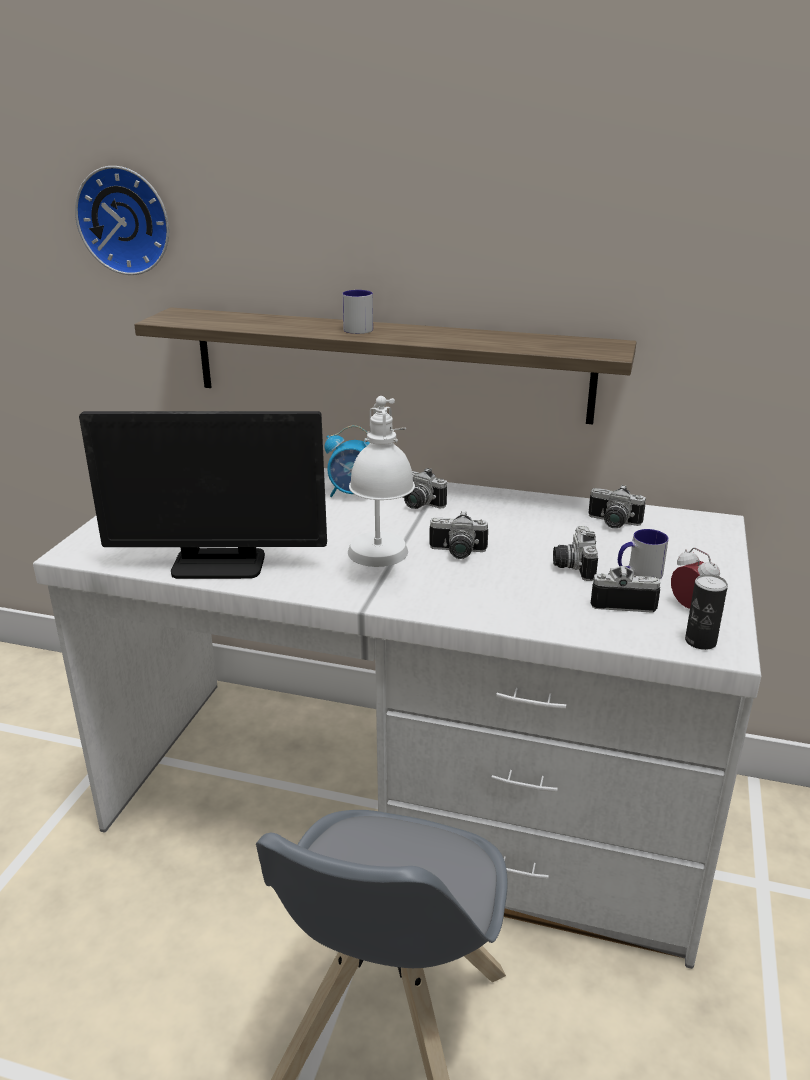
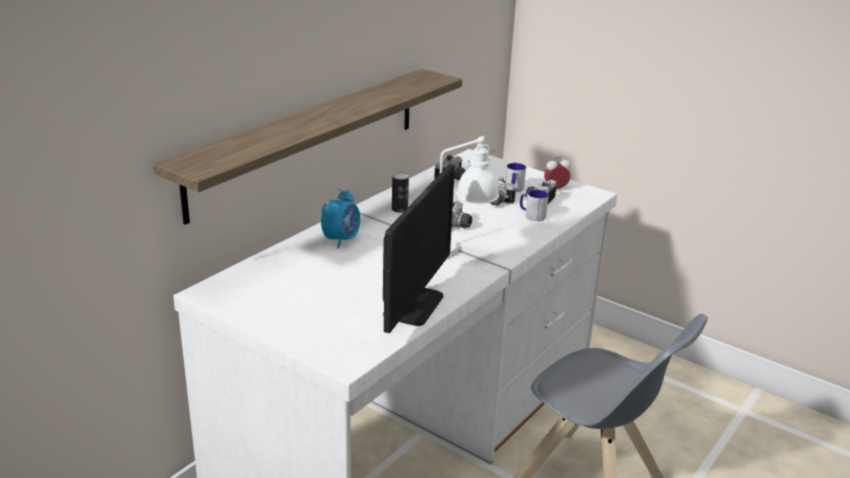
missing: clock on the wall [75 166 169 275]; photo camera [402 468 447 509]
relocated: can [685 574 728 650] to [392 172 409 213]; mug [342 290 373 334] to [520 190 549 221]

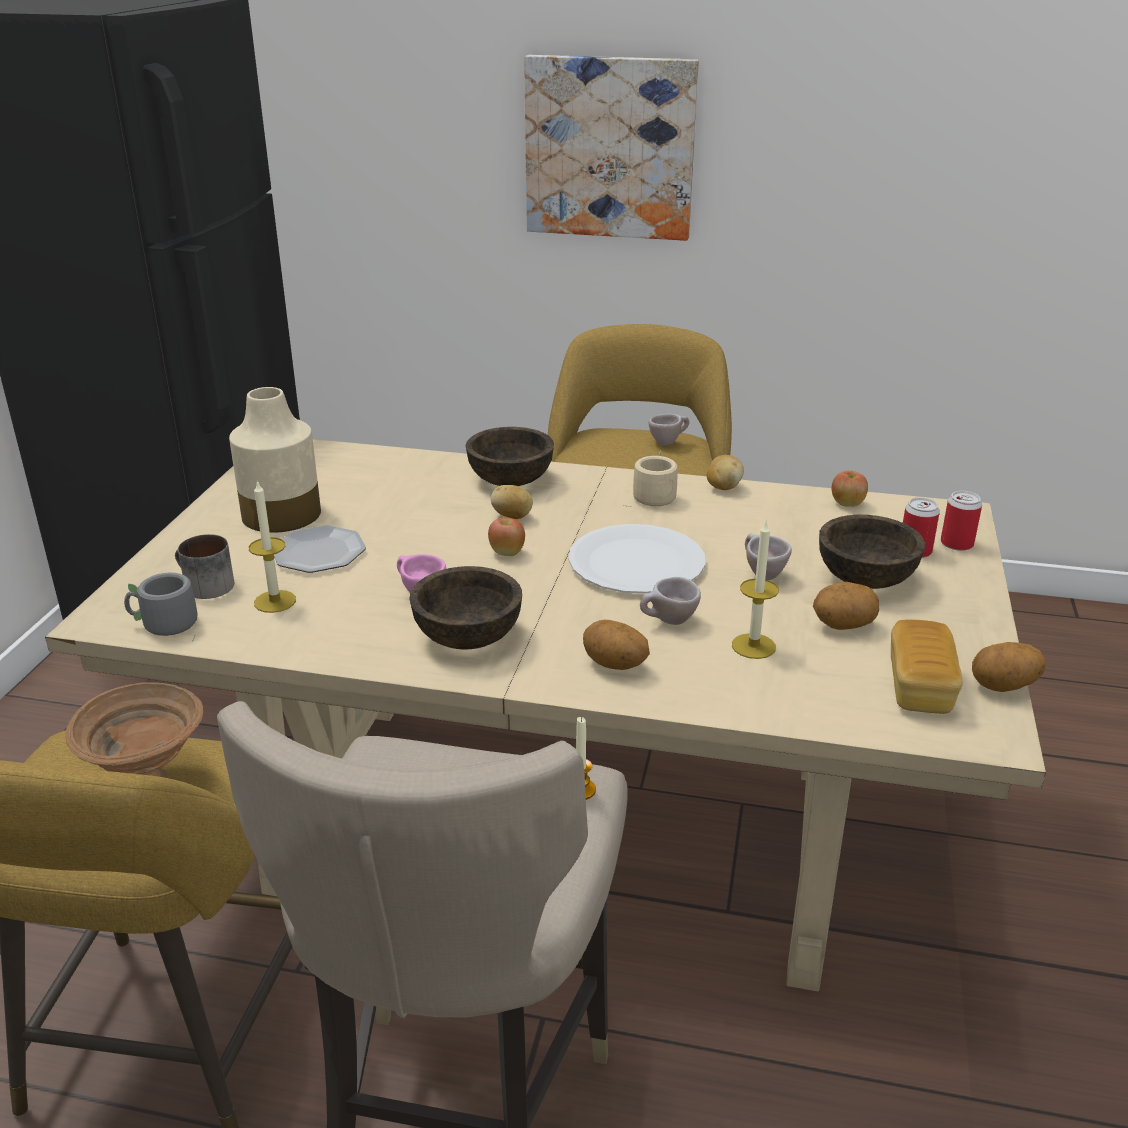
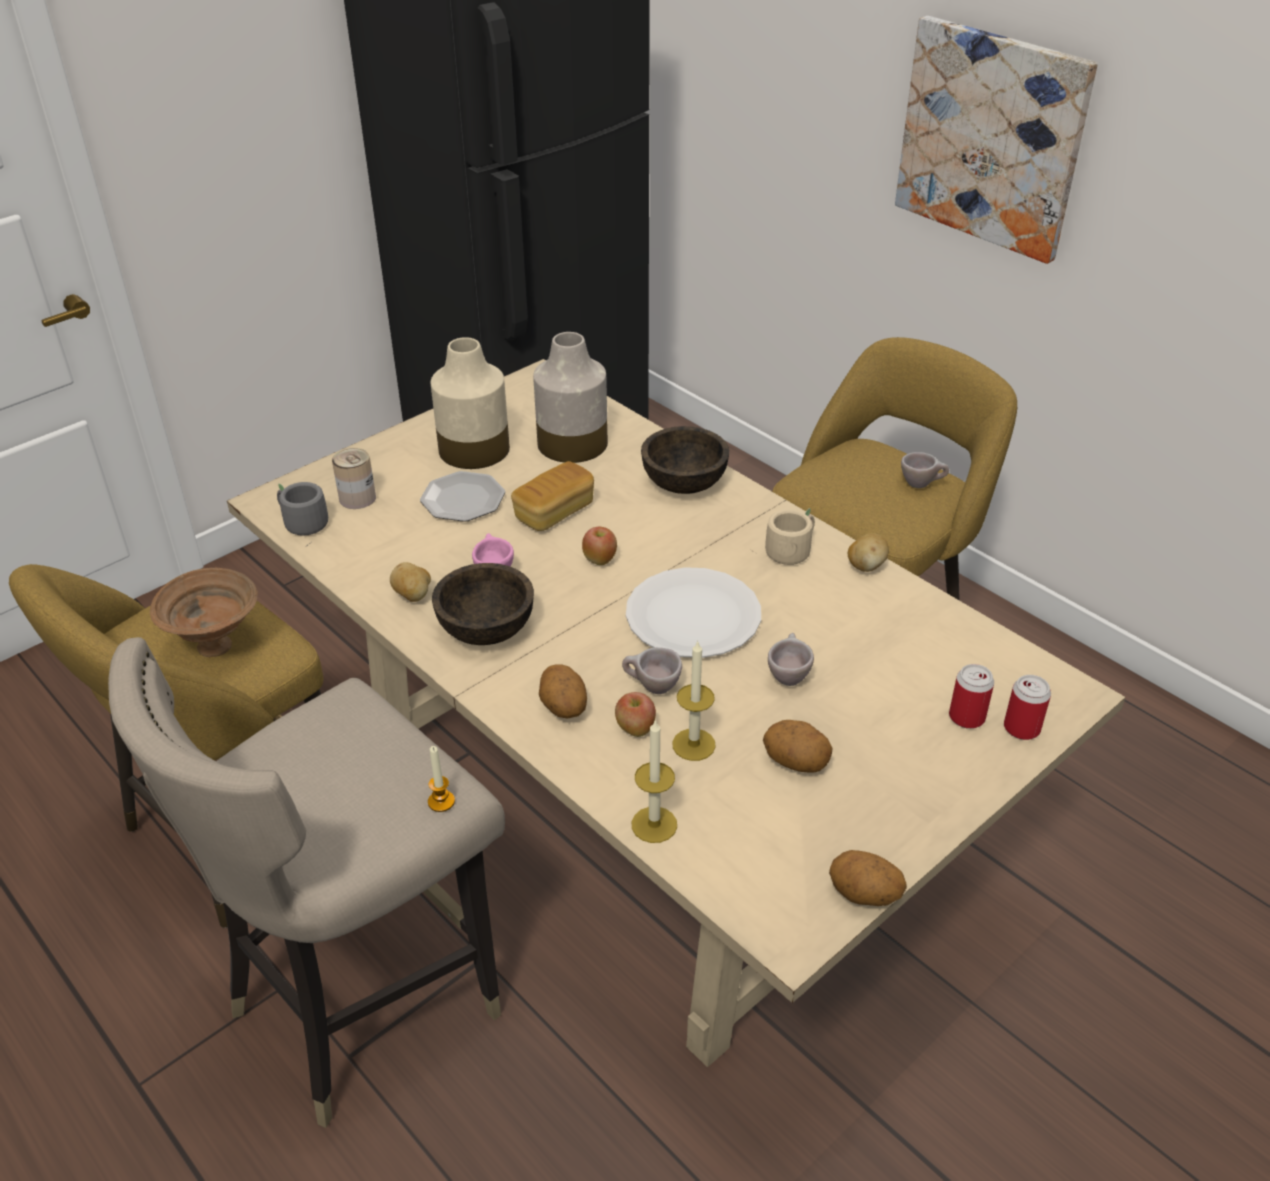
missing: brown-coloured serving bowl [819 515 925 589]
appeared: sand-coloured vase [533 332 608 463]
relocated: potato [491 485 533 519] to [390 562 431 602]; bakery bread [891 619 963 714] to [511 461 594 531]; whole apple [831 470 868 507] to [615 692 656 737]; candle [249 480 296 613] to [632 719 677 843]
exchanged: mug [175 534 234 599] to can [332 448 376 509]

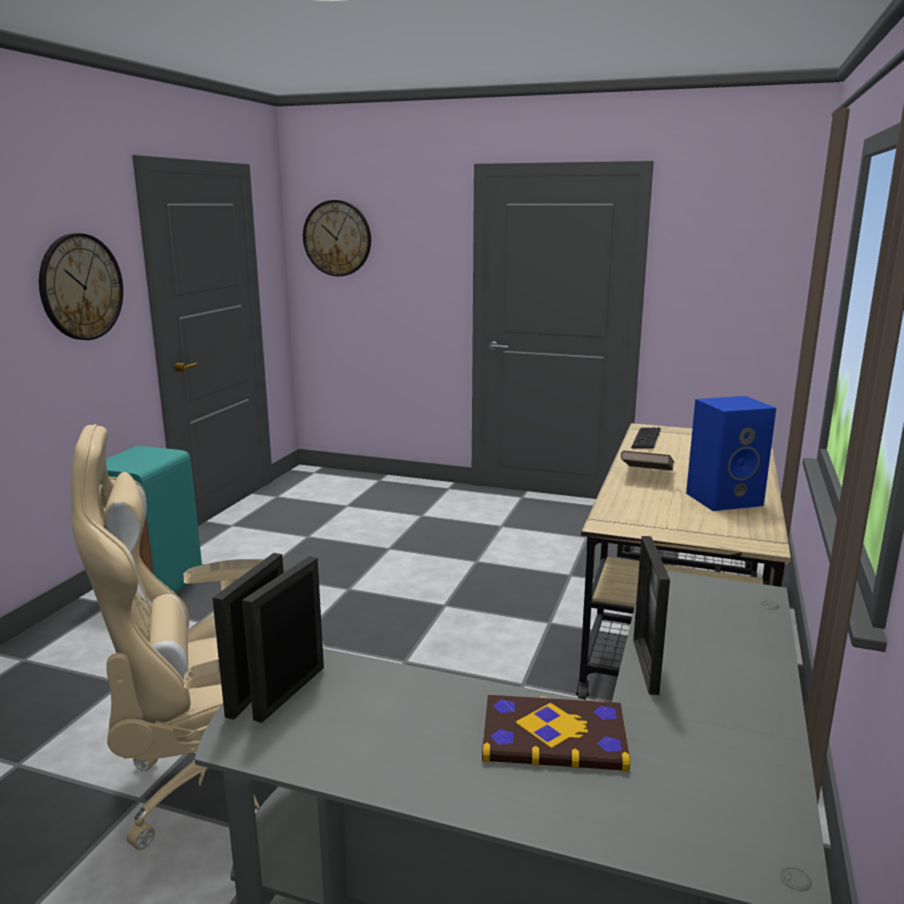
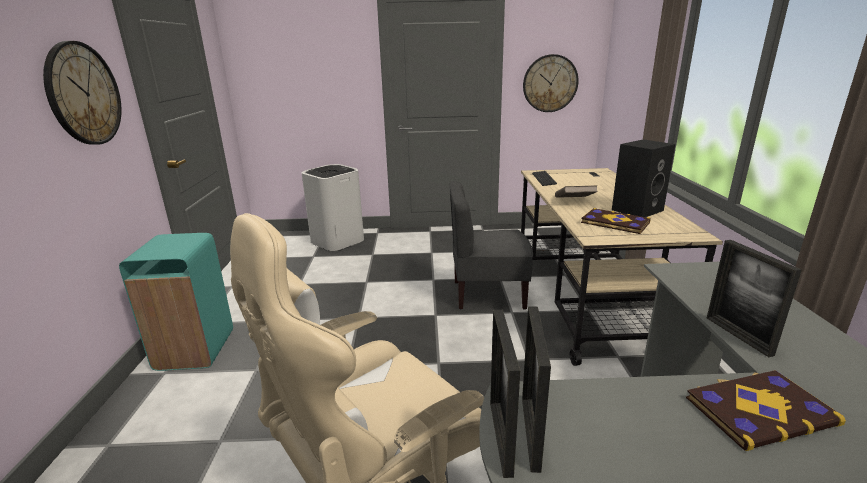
appeared: white-coloured trash can [302 164 364 251]; gray chair [450 181 533 310]; bound book [581 208 651 234]
relocated: clock on the wall [303 200 371 276] to [523 54 579 112]
colour: bluish loudspeaker [686 396 776 511] to black loudspeaker [612 139 675 217]

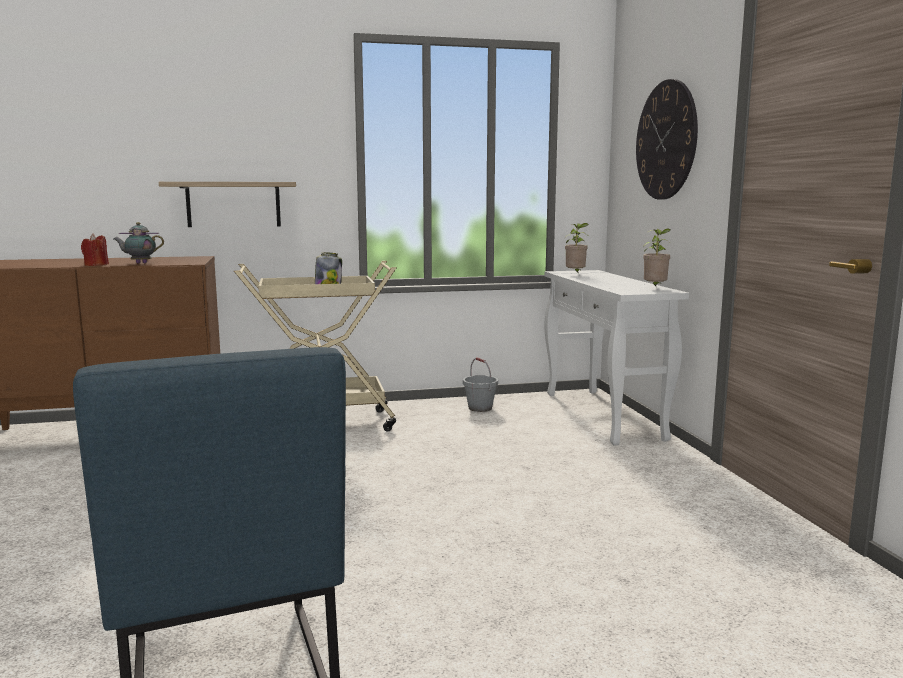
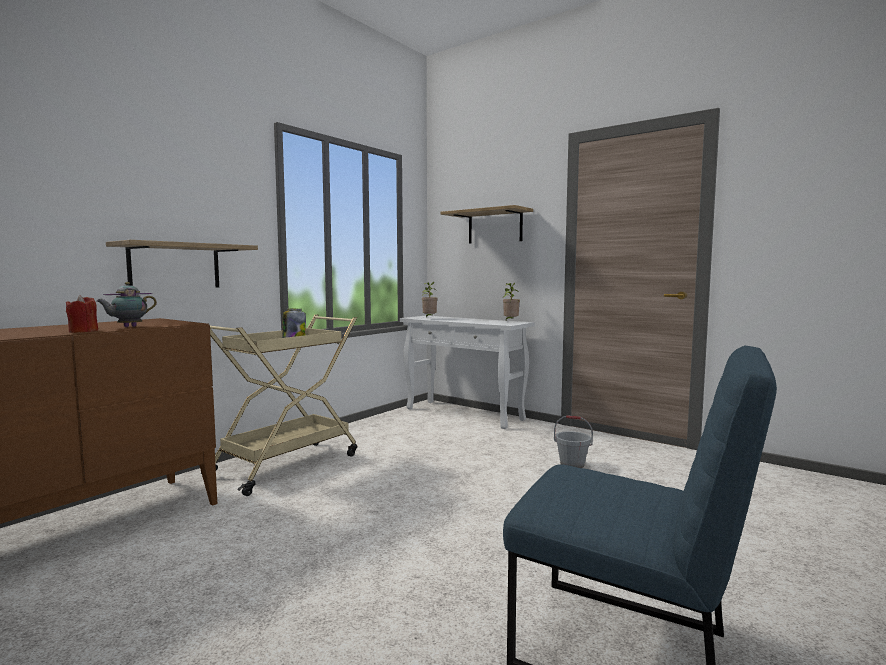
relocated: gray bucket [463 357 498 412] to [554 415 593 468]
exchanged: clock on the wall [636 79 698 200] to shelf [440 205 533 243]

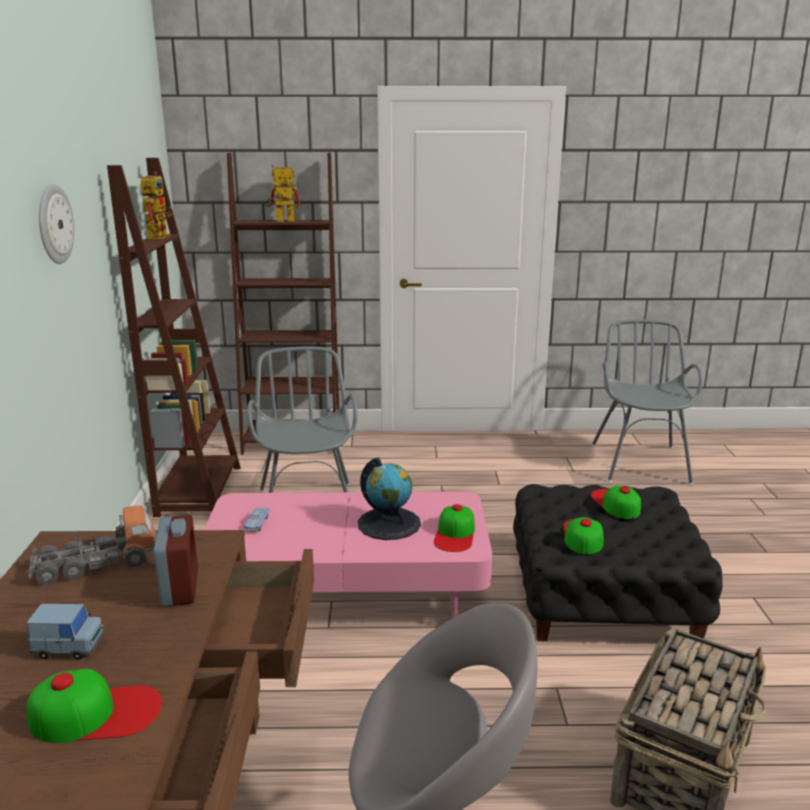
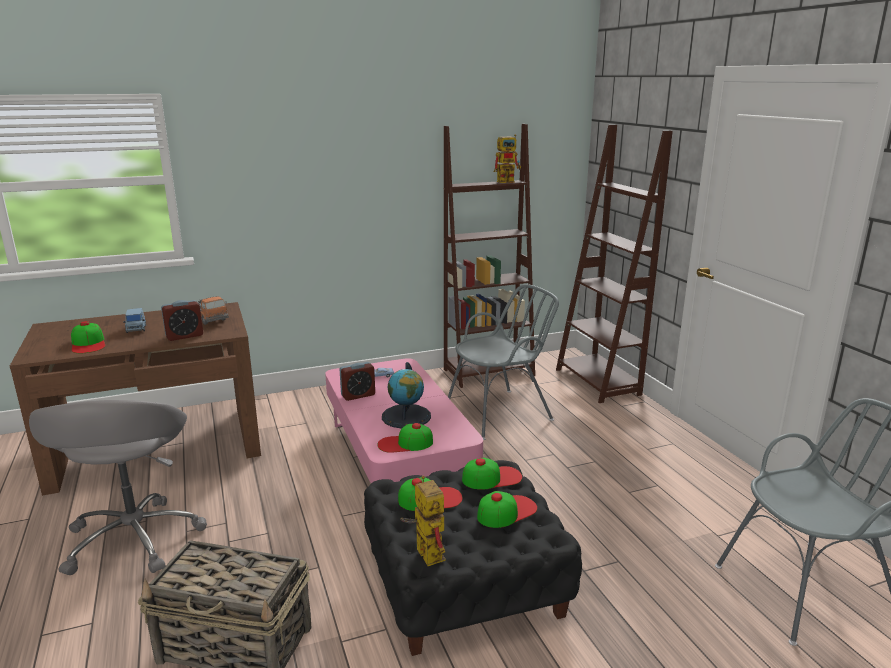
missing: clock on the wall [39 184 74 264]
appeared: table clock [339 362 375 401]; peaked cap [462 457 522 490]
relocated: toy robot [264 165 301 222] to [400 475 446 566]

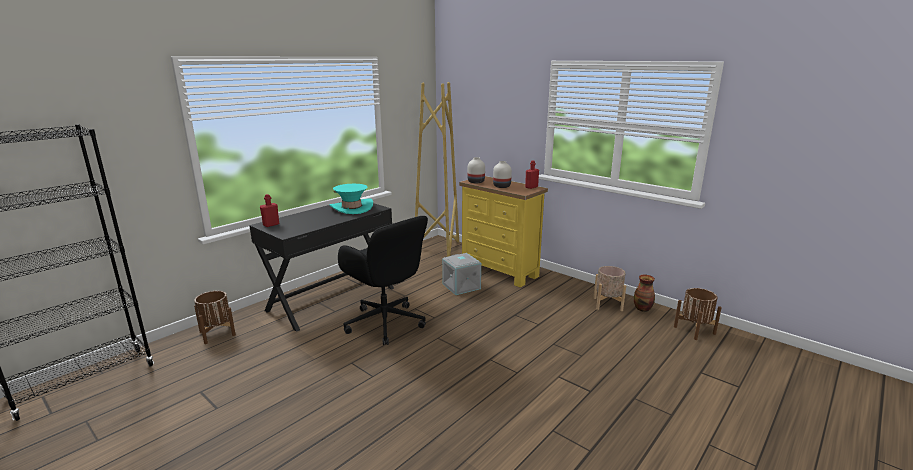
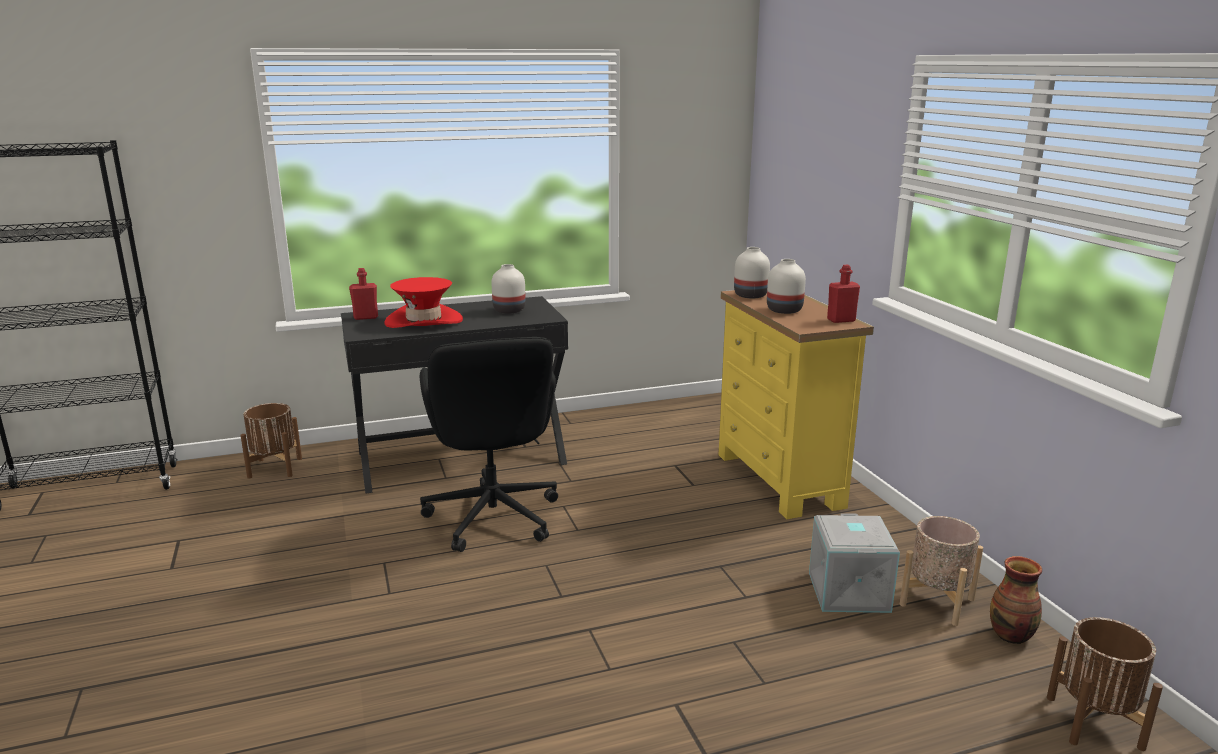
missing: yellowish garment stand [415 82 459 257]
appeared: reddish hat [384 277 463 328]
relocated: gray storage container [442 253 481 295] to [809 513 900 613]
exchanged: blue-green hat [329 184 373 214] to white-coloured vase [492 264 526 314]

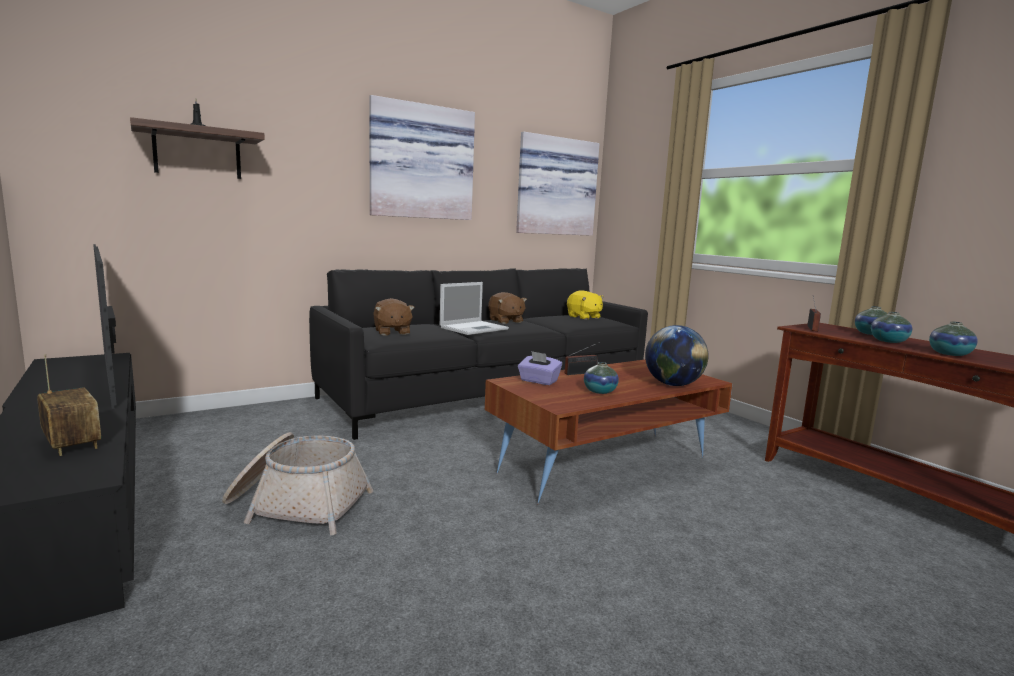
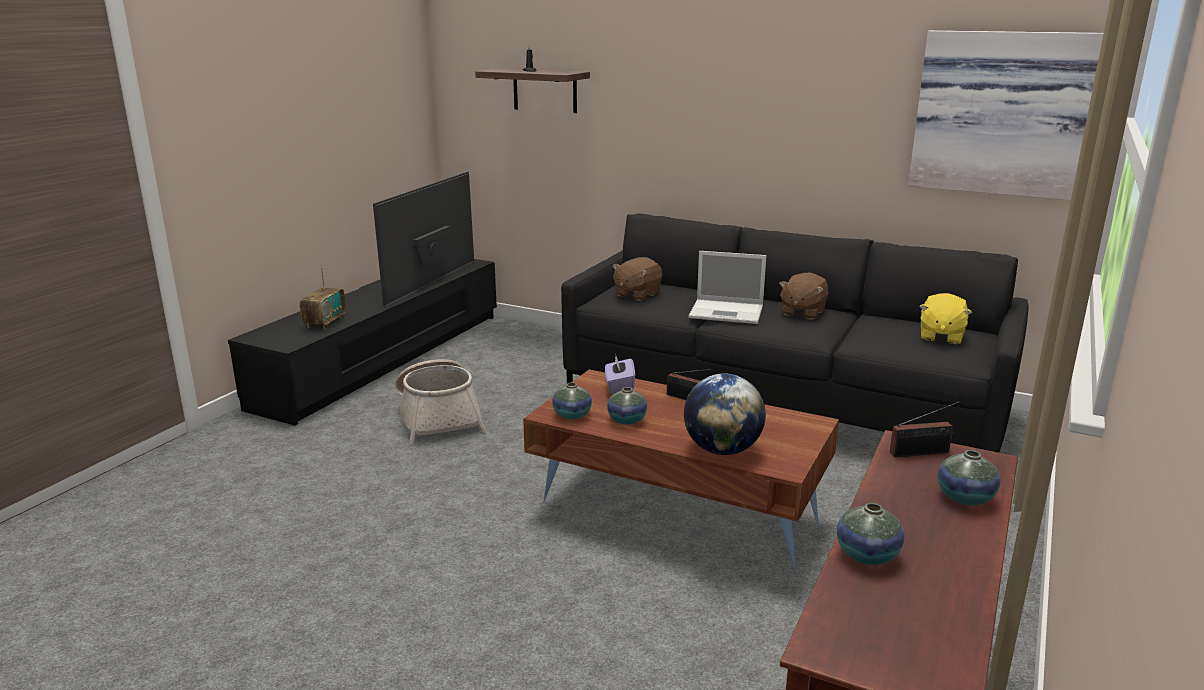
missing: picture [369 95 475 220]
relocated: vase [871 312 912 343] to [552 382 592 420]

